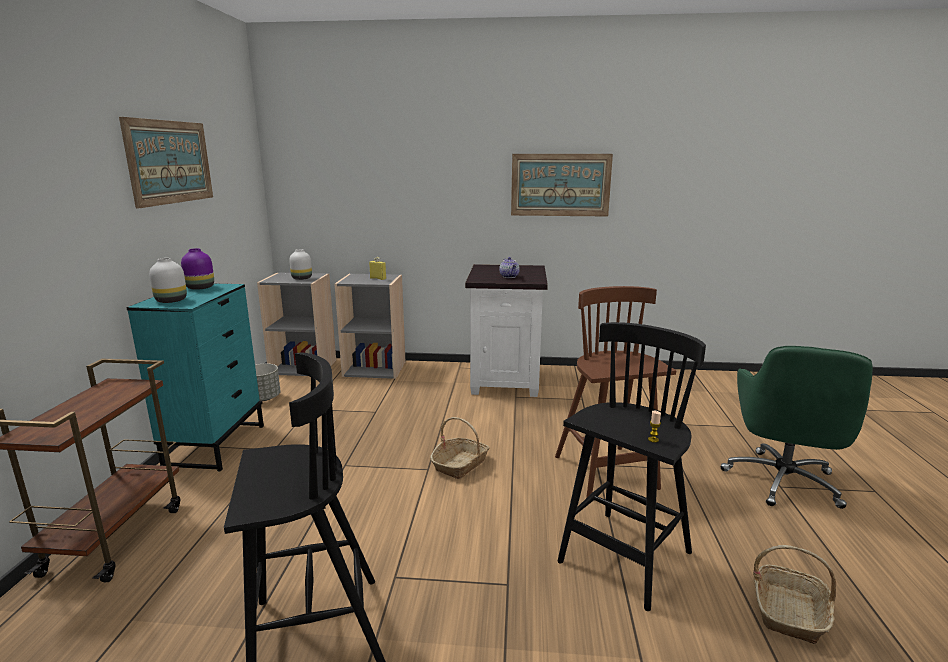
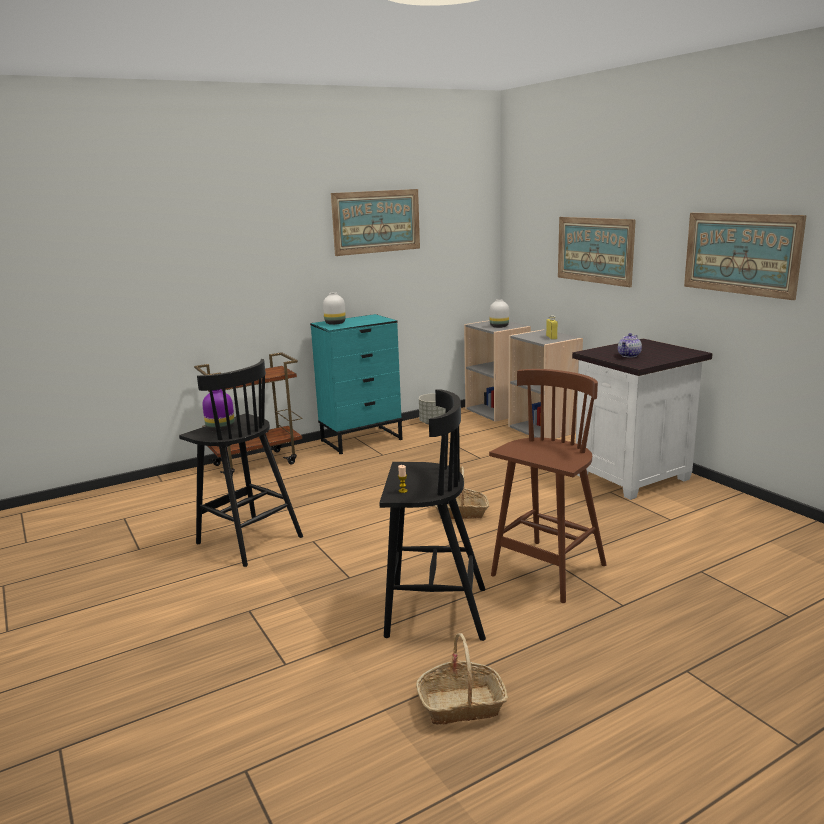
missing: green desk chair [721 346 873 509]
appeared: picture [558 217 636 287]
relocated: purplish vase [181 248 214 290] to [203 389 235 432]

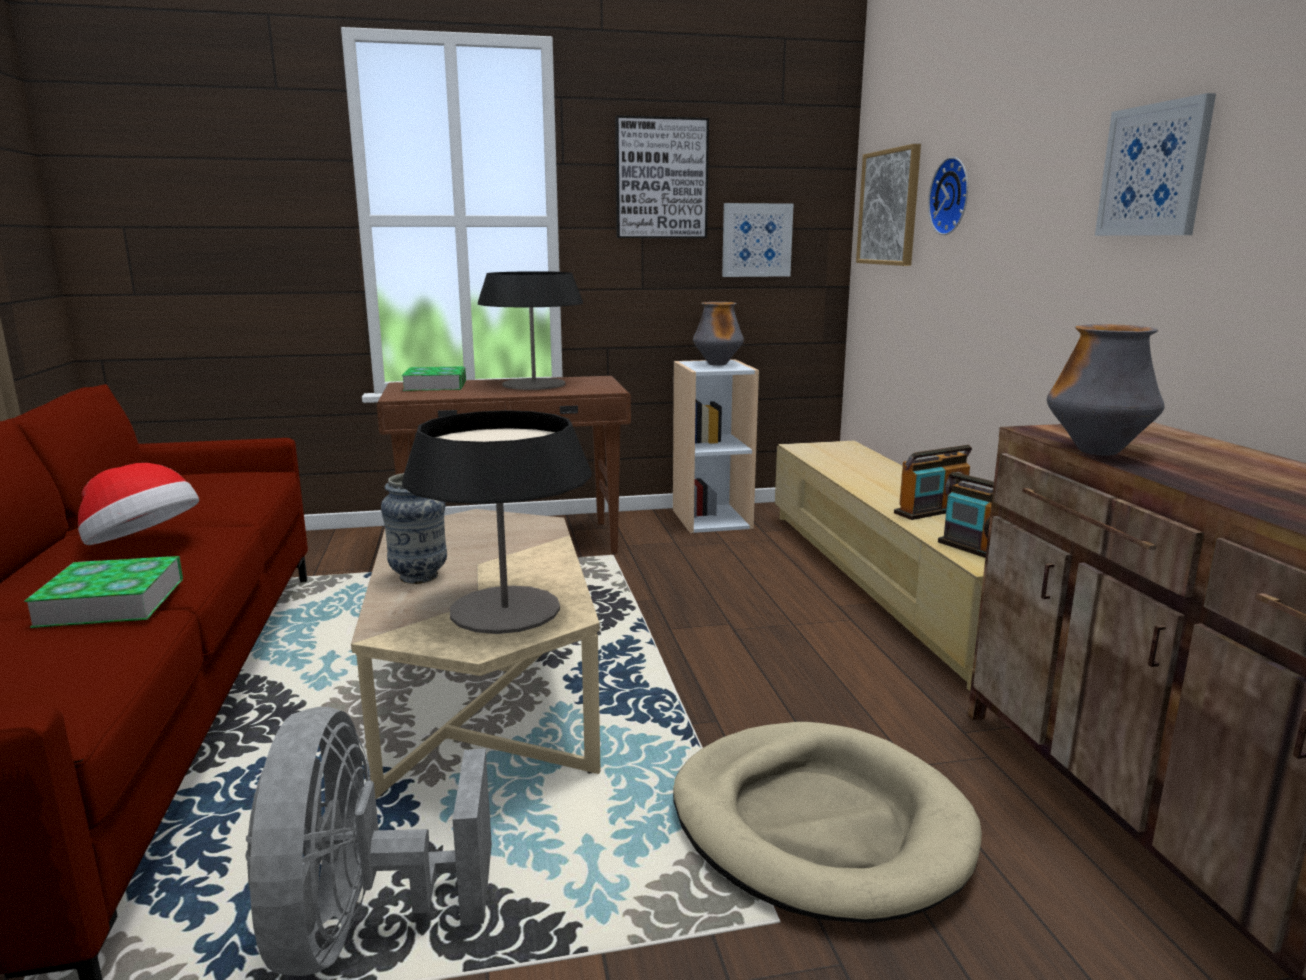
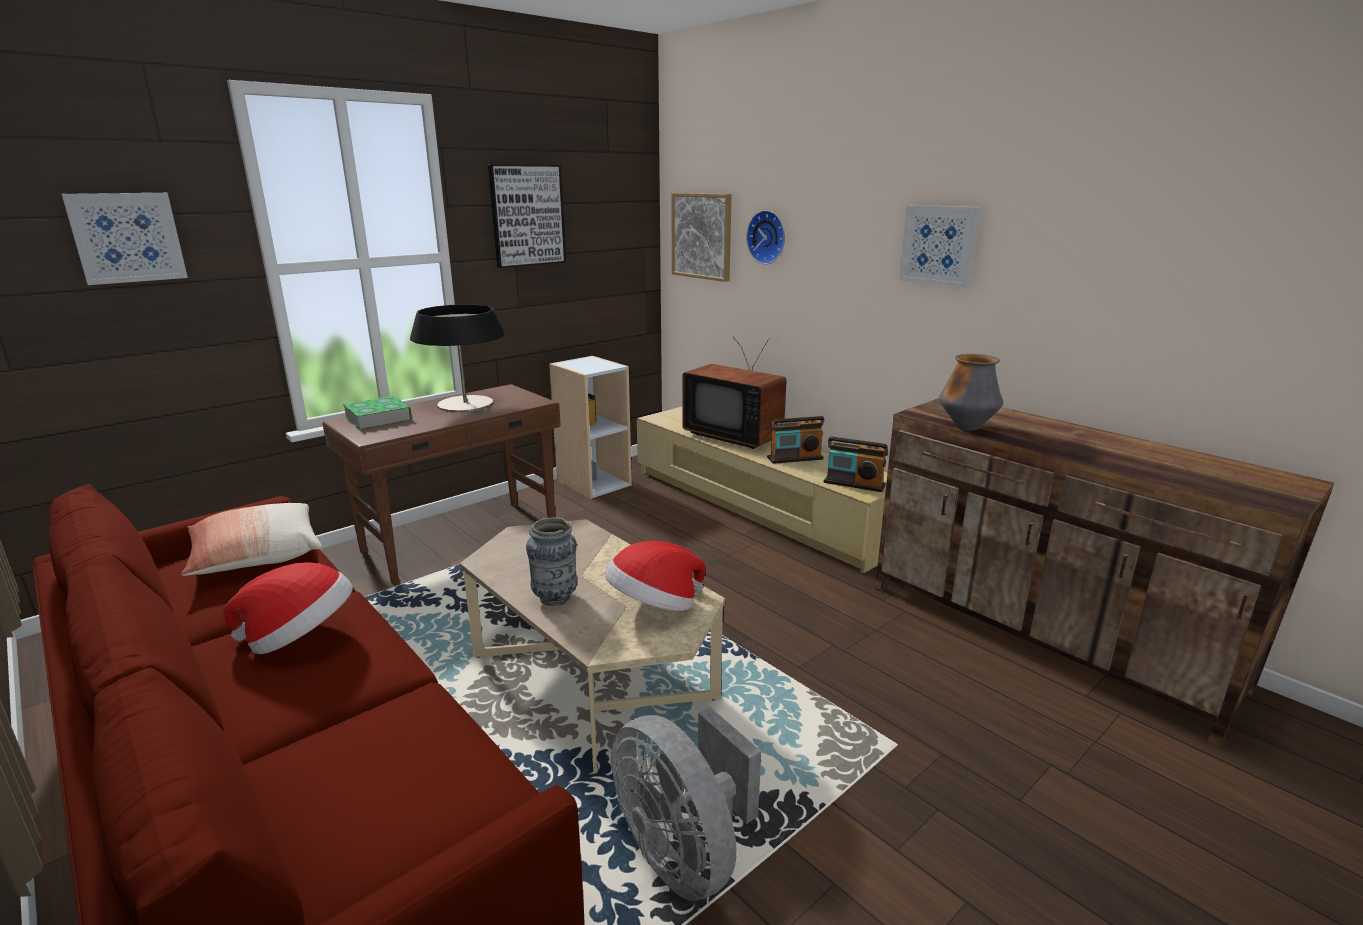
missing: bound book [24 556 183 628]; sand-coloured pet bed [673 722 982 923]; vase [693 302 744 366]
appeared: throw pillow [181 503 322 576]; television [682 337 787 449]
relocated: picture [722 203 794 277] to [62 193 188 285]
exchanged: tabletop lamp [402 410 592 634] to hat [605 541 706 611]
spun: radio [894 445 972 520] = [767 416 824 464] 45 degrees clockwise

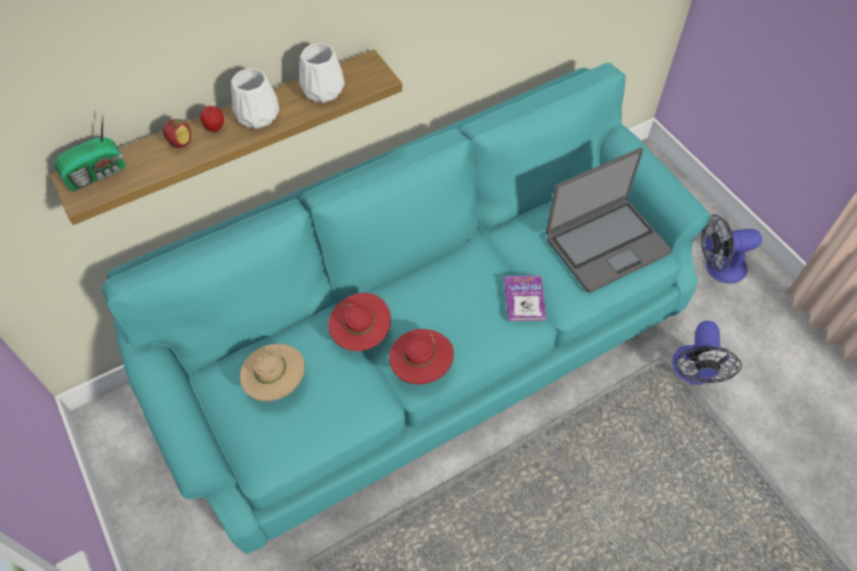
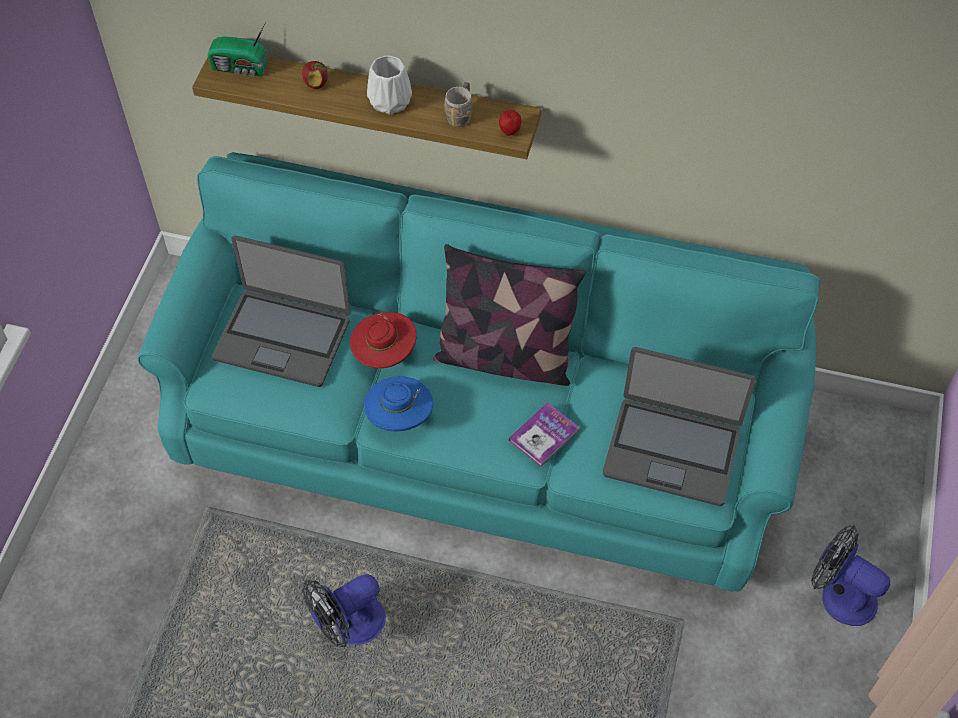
appeared: throw pillow [433 244 586 386]
relocated: fan [672 321 742 385] to [302 574 386 648]; whole apple [200 106 224 132] to [499 110 521 136]
exchanged: sand-coloured hat [240 344 305 401] to portable computer [212 235 351 387]; white-coloured vase [299 43 345 103] to gray mug [444 82 473 127]
colour: reddish hat [389 329 454 384] to bluish hat [364 376 433 431]

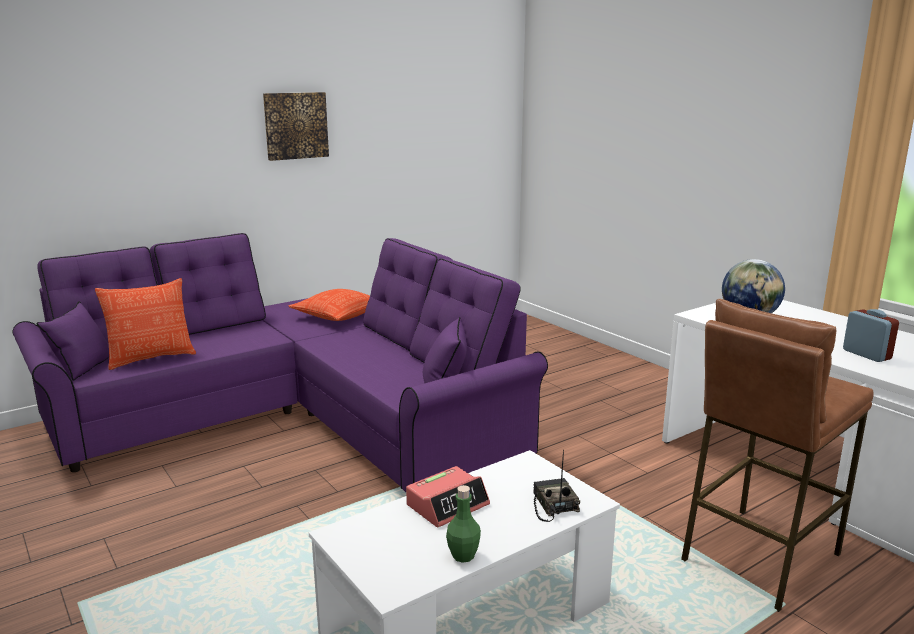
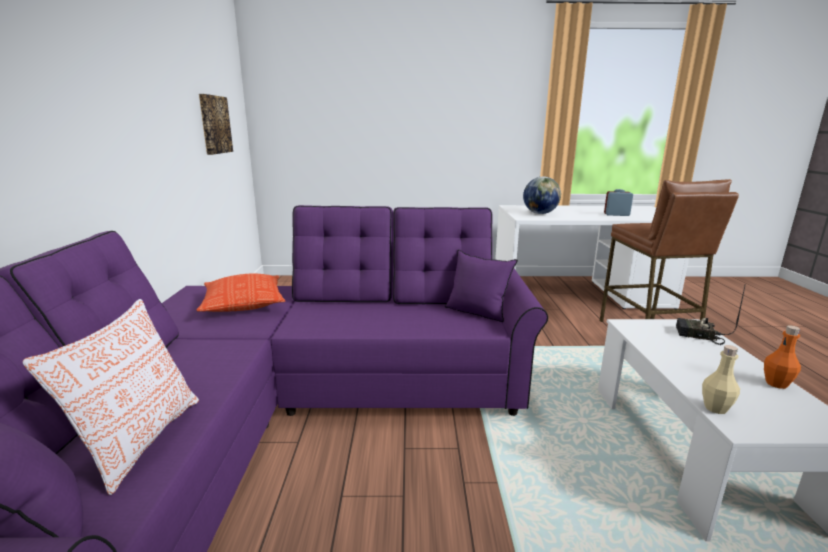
missing: table clock [406 466 490 527]
appeared: sand-coloured beverage bottle [702 345 740 414]
relocated: picture [263 92 329 161] to [199 94 233 155]
colour: orange throw pillow [95 278 196 370] to white-coloured throw pillow [23 299 199 495]; green beverage bottle [446 485 481 563] to orange beverage bottle [764 325 801 389]

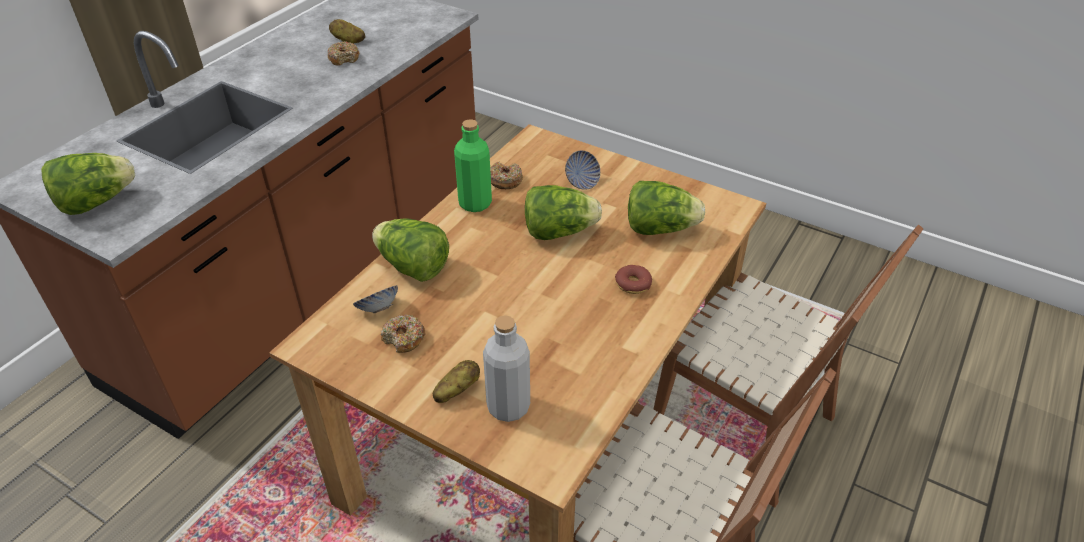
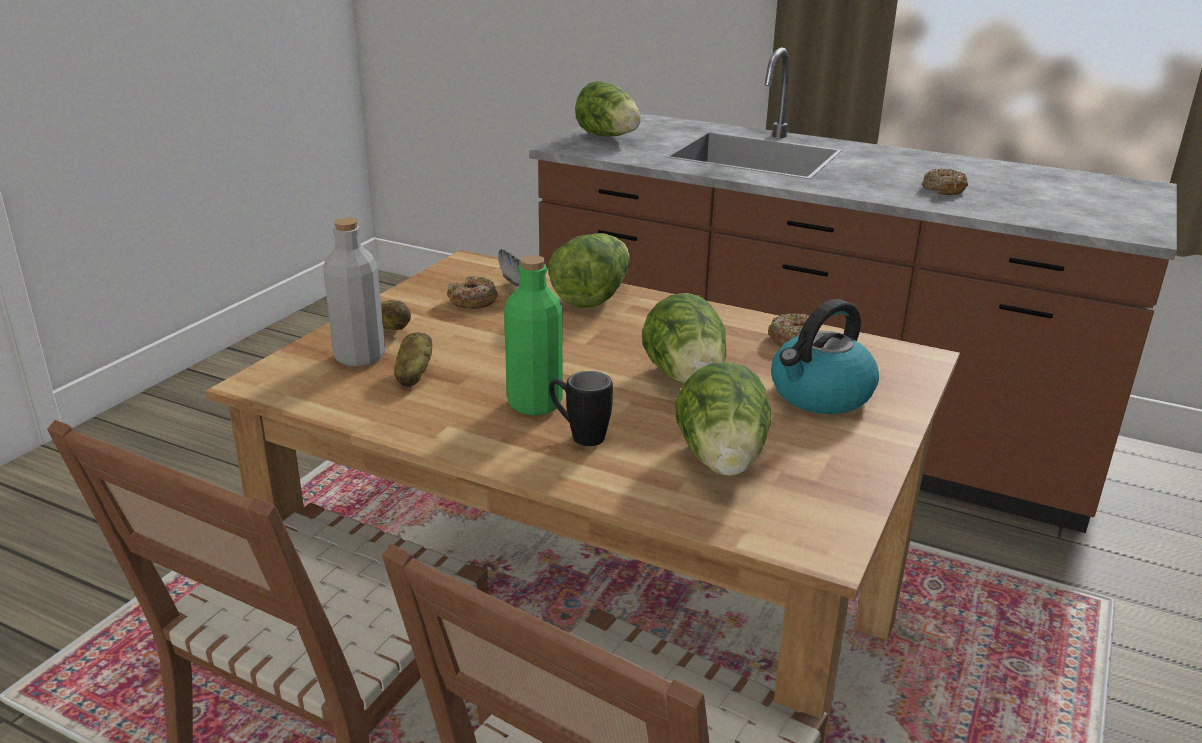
relocated: potato [329 19 365 43] to [394 332 432 387]; green beverage bottle [454 119 492 212] to [504 255 563 416]
exchanged: ring doughnut [615 265 652 294] to black mug [549 371 613 446]; serving bowl [565 151 600 190] to kettle [771 299 879 414]

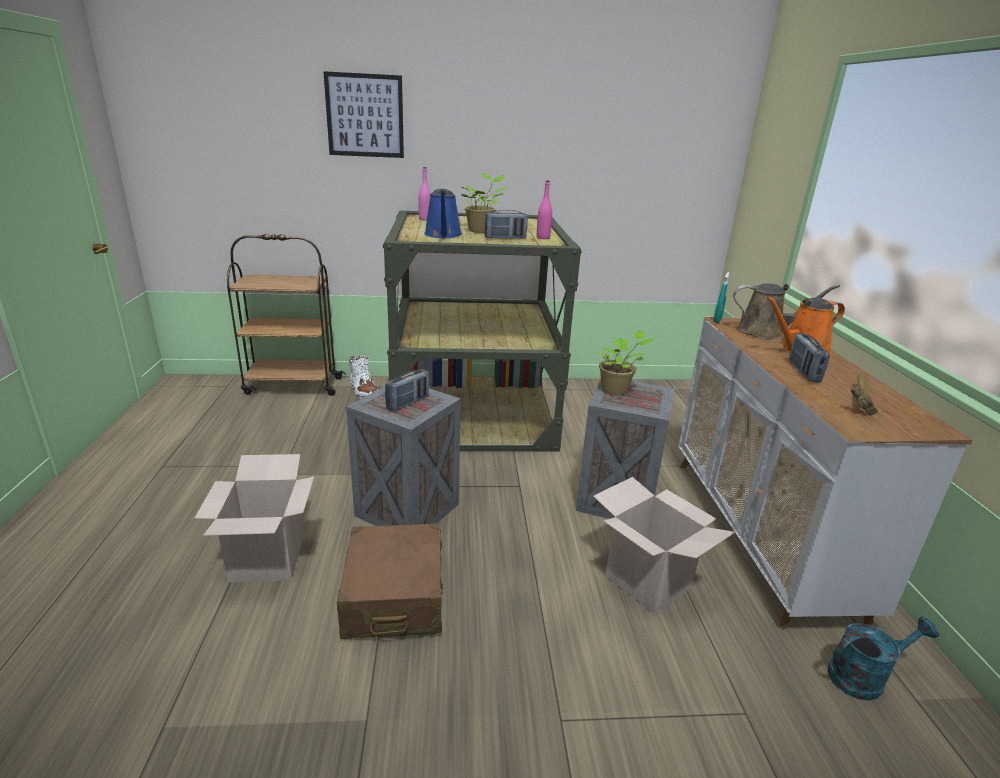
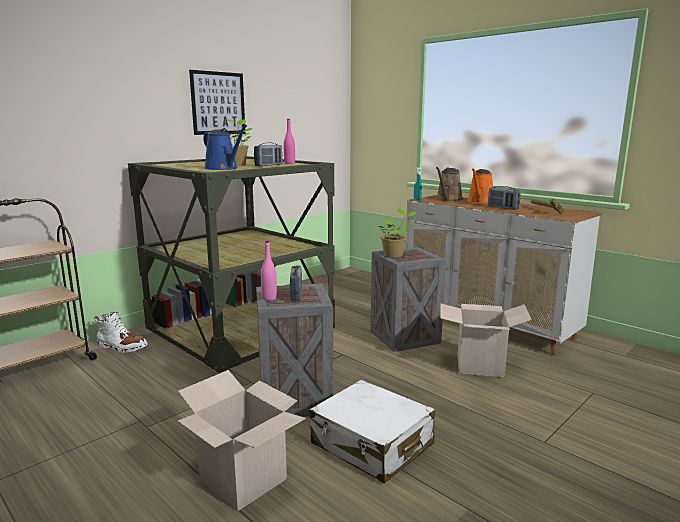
missing: blue-green sprinkling can [828 616 939 701]
relocated: picture [323 71 404 158] to [189 70 246 135]; pink beverage bottle [418 167 431 220] to [261 241 277 301]
colour: brown-coloured piece of luggage [337 523 443 639] to white-coloured piece of luggage [309 380 435 483]
spun: brown-coloured sprinkling can [733 283 840 339] = [436 167 463 201] 150 degrees clockwise

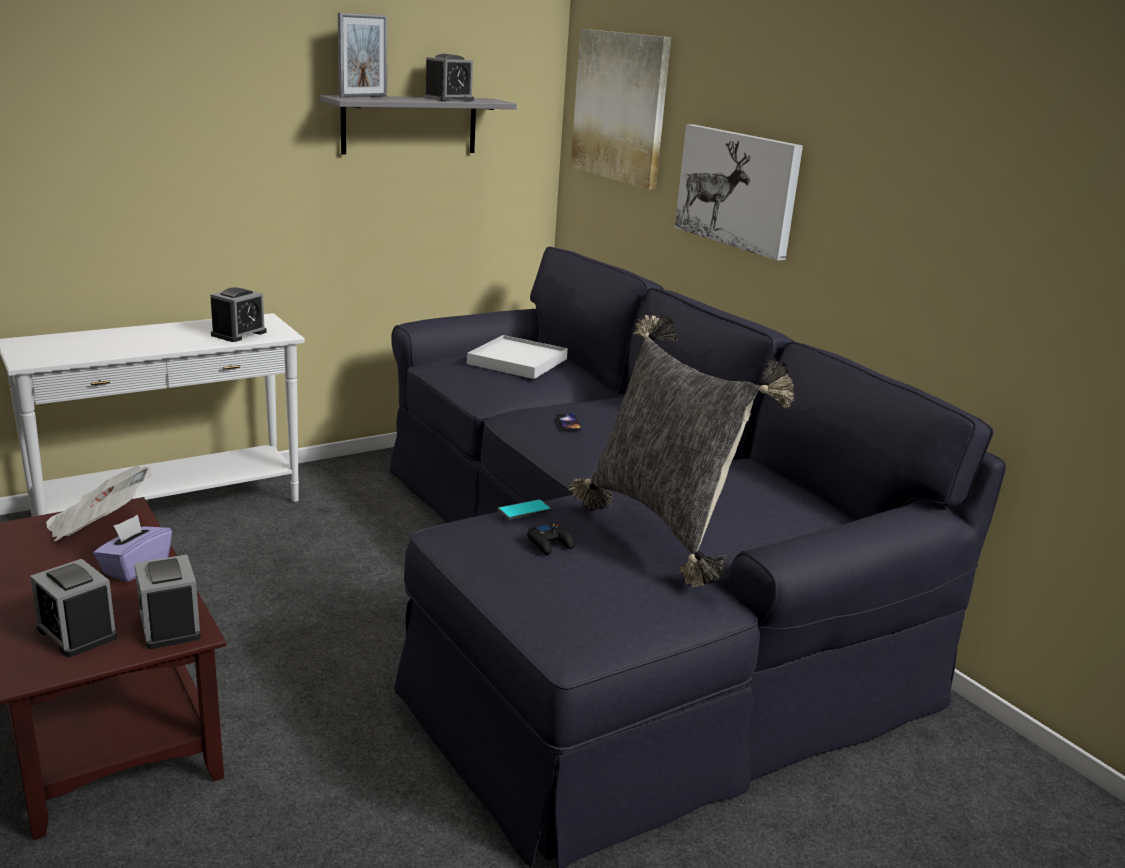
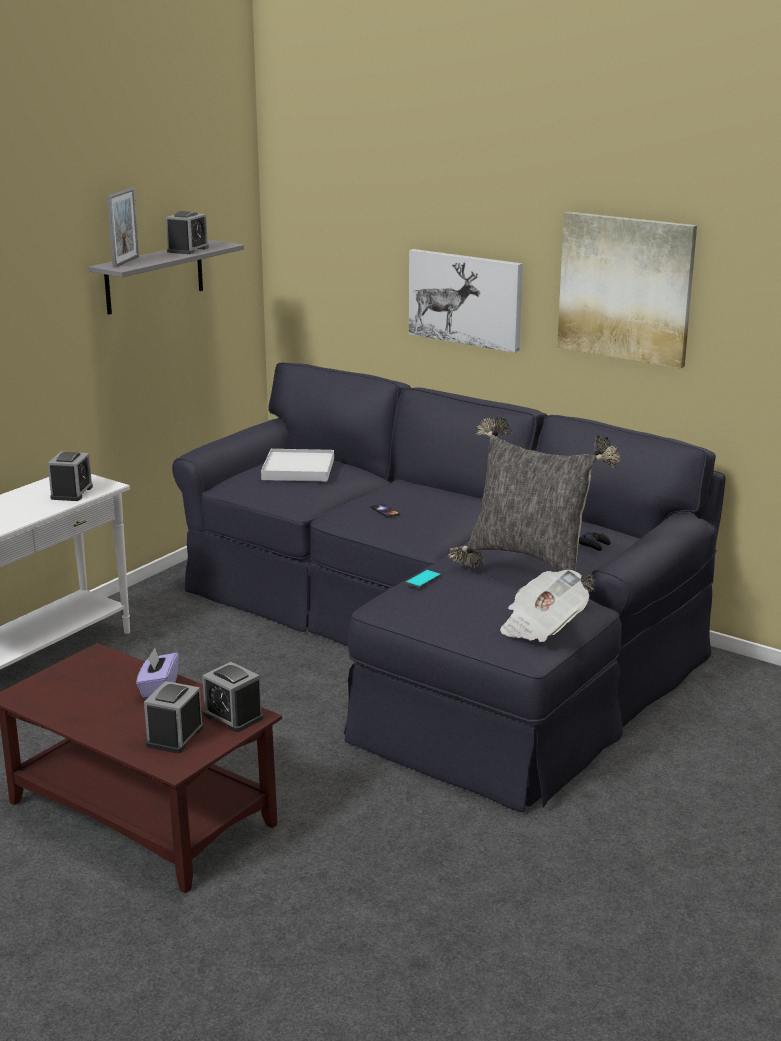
relocated: daily paper [46 465 151 541] to [500 570 589 642]; picture [571 29 671 190] to [557 212 697 368]; black gamepad [527 523 574 555] to [579 532 611 551]
spun: table clock [30 559 117 657] = [144 681 204 753] 90 degrees clockwise

